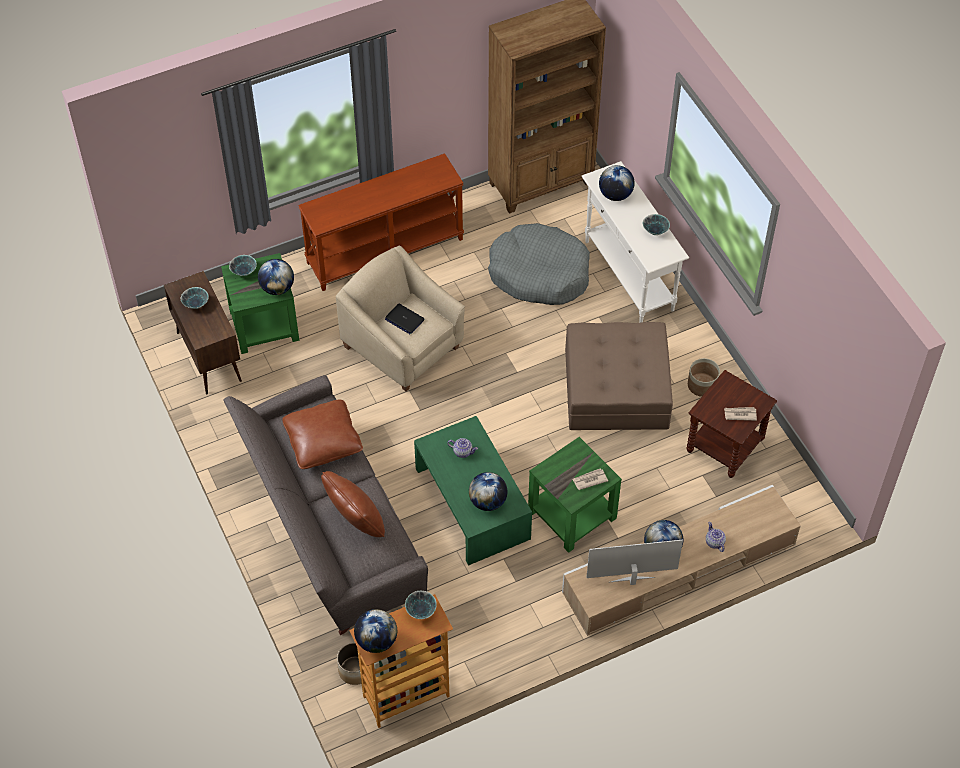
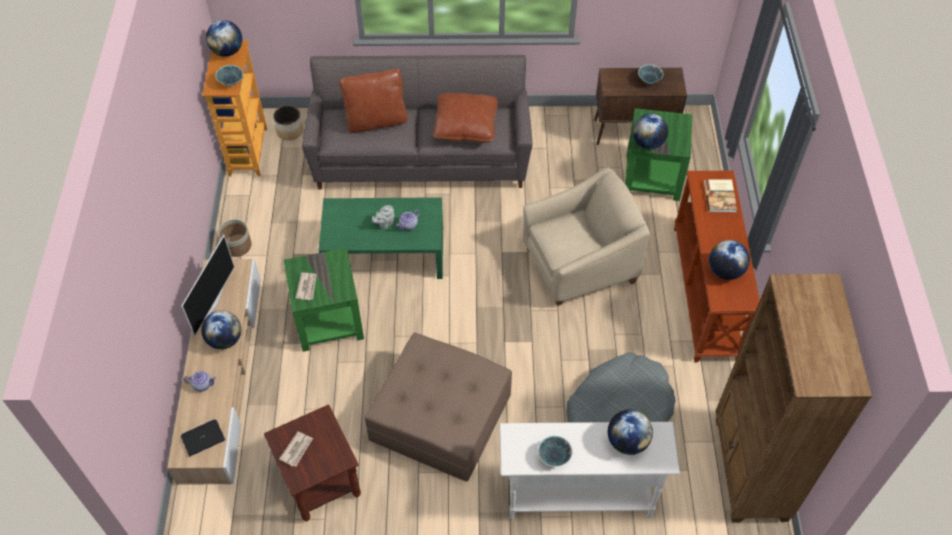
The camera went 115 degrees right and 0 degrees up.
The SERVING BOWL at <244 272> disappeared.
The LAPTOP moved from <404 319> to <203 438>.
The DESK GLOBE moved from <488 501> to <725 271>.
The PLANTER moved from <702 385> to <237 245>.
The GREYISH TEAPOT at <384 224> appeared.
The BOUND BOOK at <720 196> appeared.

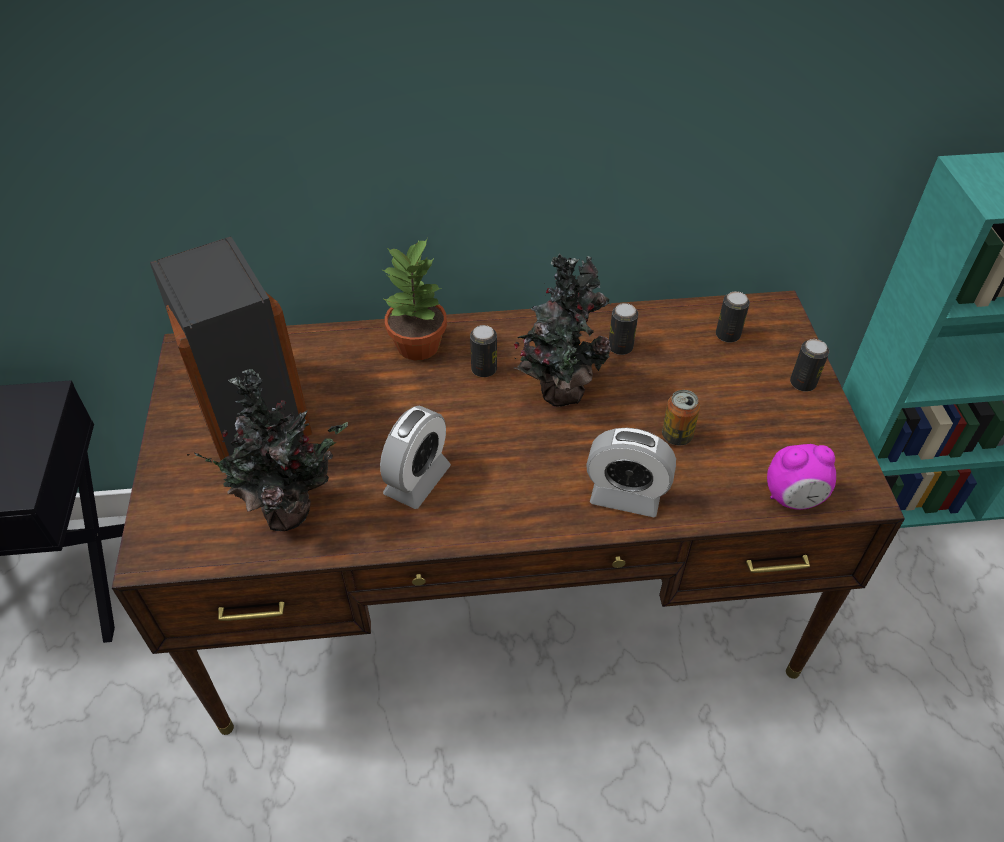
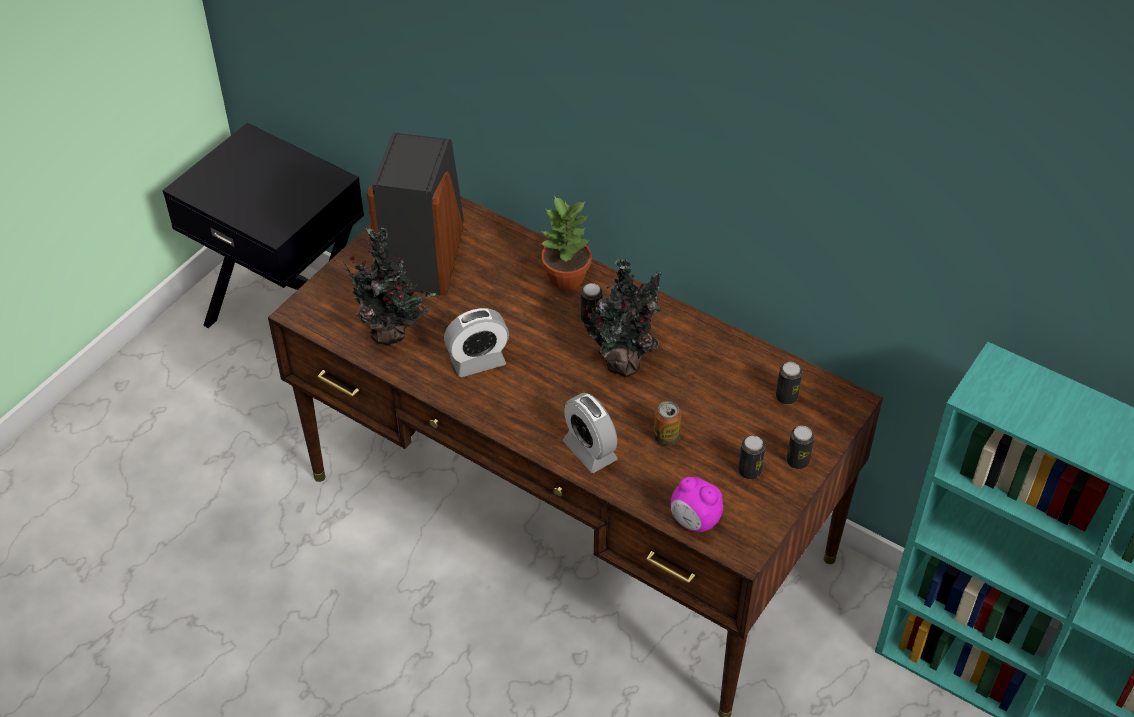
The camera went 40 degrees right and 0 degrees up.
The SEALED CAN moved from <620 347> to <749 471>.

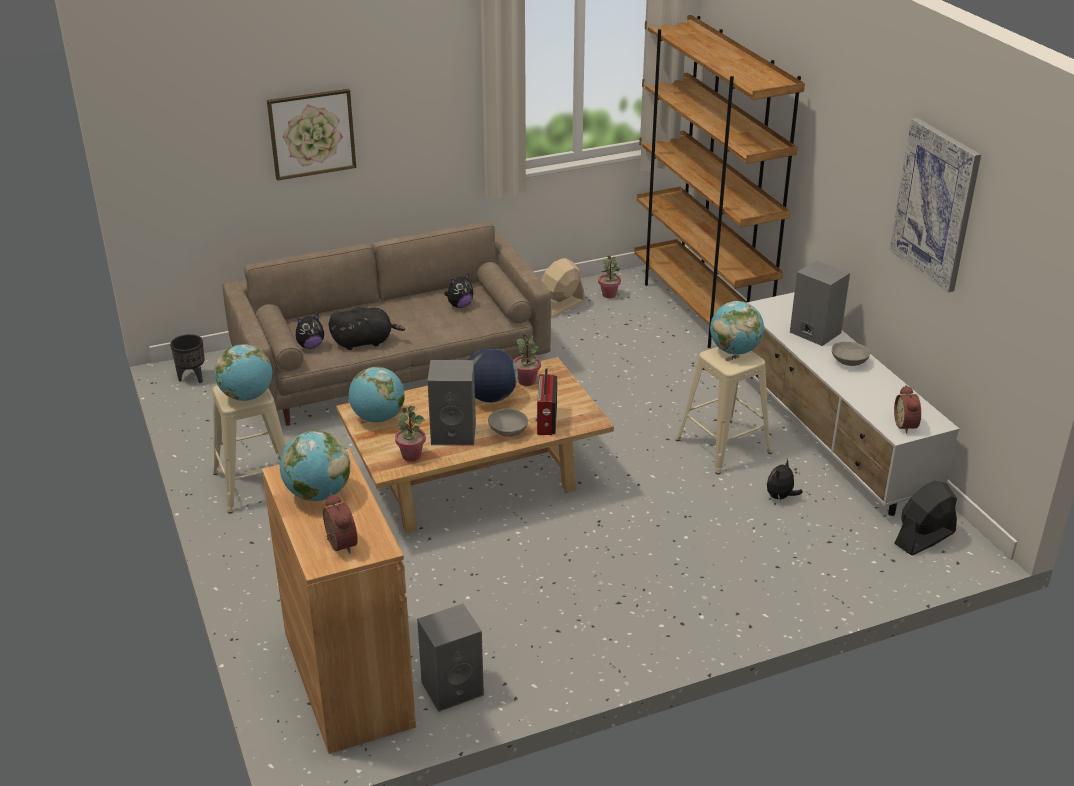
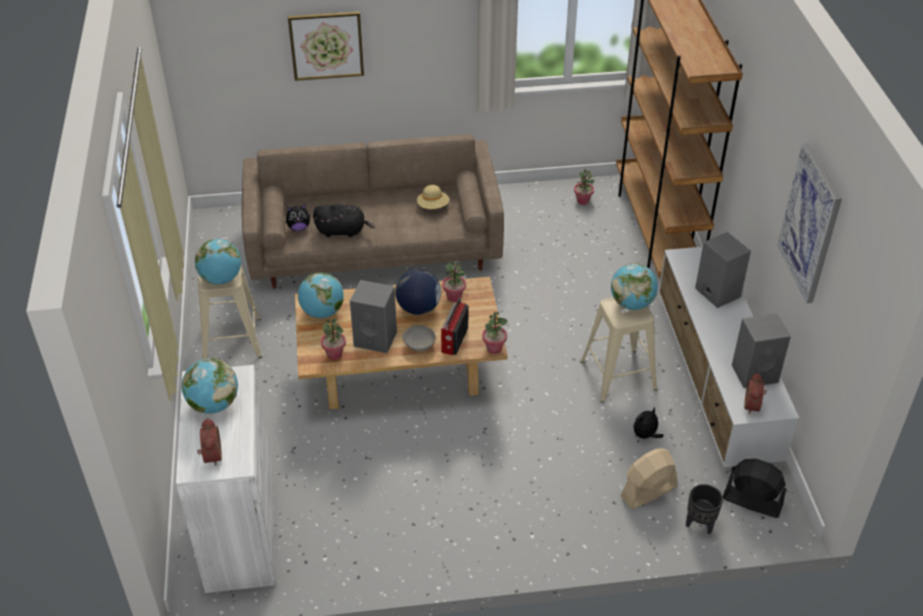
The camera went 15 degrees right and 10 degrees up.
The BLACKISH PLANTER moved from <192 377> to <700 524>.
The BROWN-COLOURED STORAGE CABINET at <348 679> became the WHITISH STORAGE CABINET at <240 532>.
The GREYISH AUDIO SPEAKER moved from <453 687> to <755 373>.
The SOFT TOY at <459 305> was replaced by the BEIGE CLOTHING HAT at <433 206>.
The BEIGE FAN moved from <561 306> to <648 491>.
The GREYISH SERVING BOWL at <848 362> disappeared.
The BLACKISH FAN at <924 538> turned 45 degrees clockwise.
The PLANT IN A POT at <494 348> appeared.

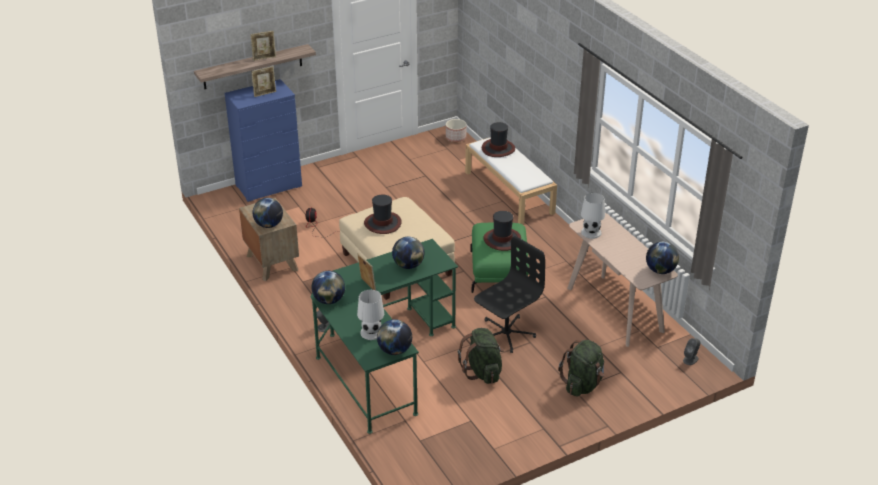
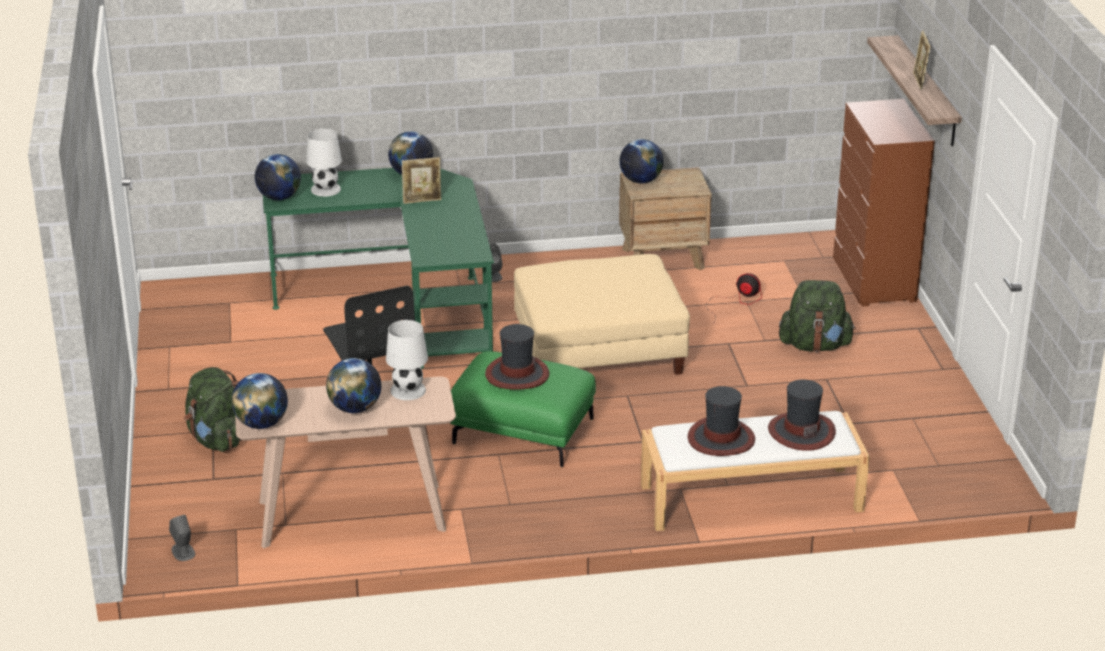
The camera went 110 degrees right and 5 degrees down.
The BLUE CHEST OF DRAWERS at <269 186> became the BROWN-COLOURED CHEST OF DRAWERS at <874 281>.
The PICTURE FRAME at <265 94> disappeared.
The CLOTHING HAT moved from <383 223> to <720 439>.
The DESK GLOBE moved from <408 265> to <355 408>.
The PLANTER at <456 138> disappeared.
The GREEN-COLOURED RUCKSACK moved from <483 372> to <815 345>.

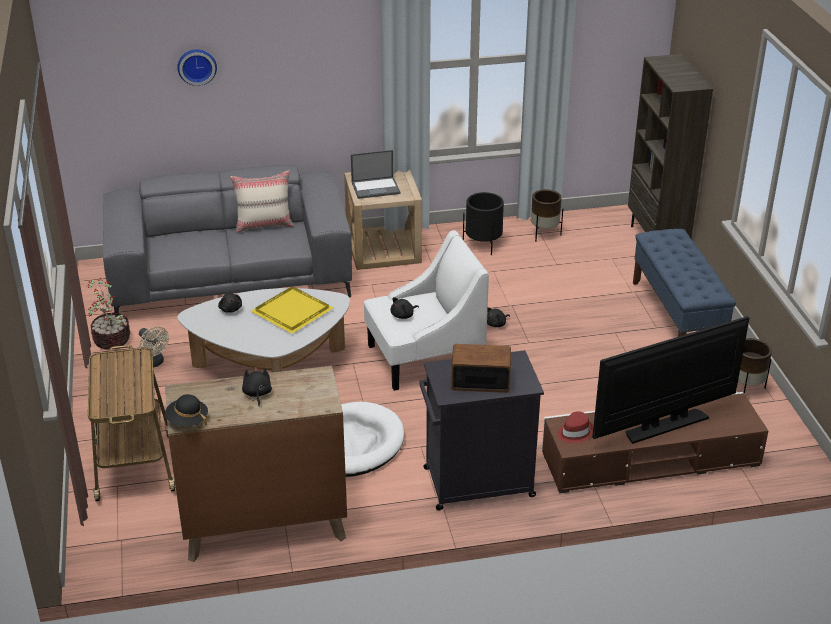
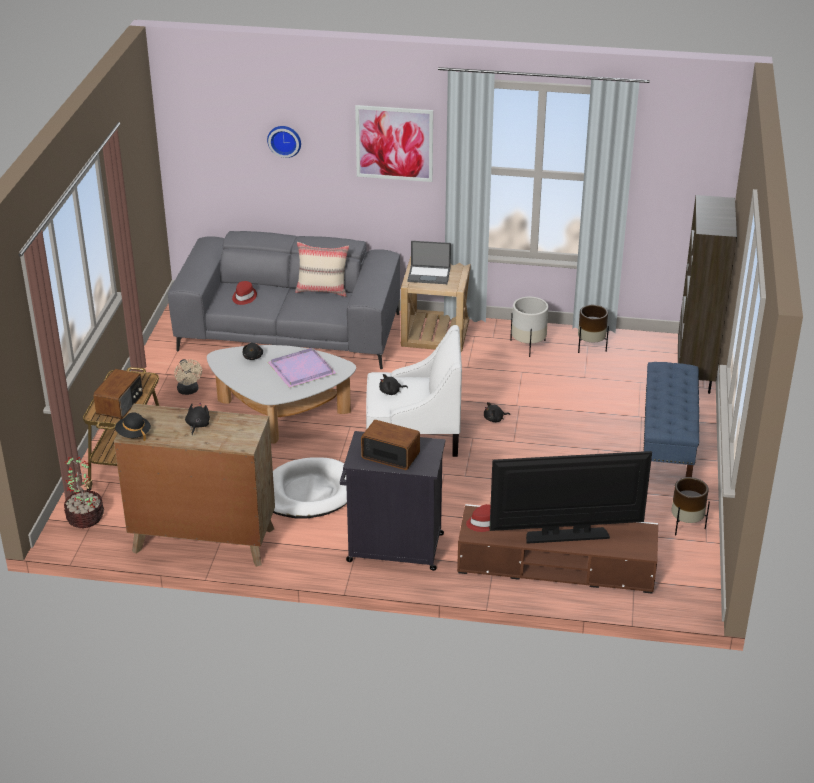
The camera went 20 degrees right and 0 degrees up.
The PLANT IN A POT moved from <111 339> to <84 517>.
The YELLOW-COLOURED CARRYING TRAY at <290 311> became the PURPLE-COLOURED CARRYING TRAY at <300 369>.
The BLACKISH PLANTER at <483 244> became the WHITISH PLANTER at <528 346>.
The RADIO RECEIVER at <120 404> appeared.
The RED-COLOURED CLOTHING HAT at <243 297> appeared.
The WALL ART at <394 143> appeared.

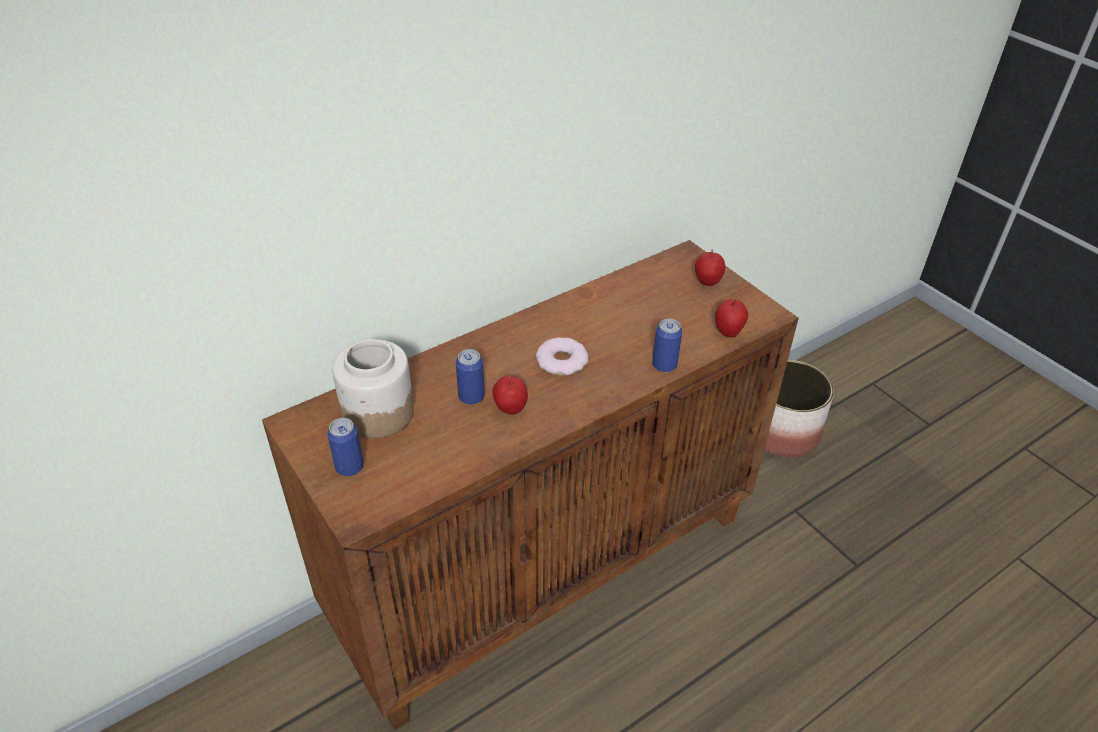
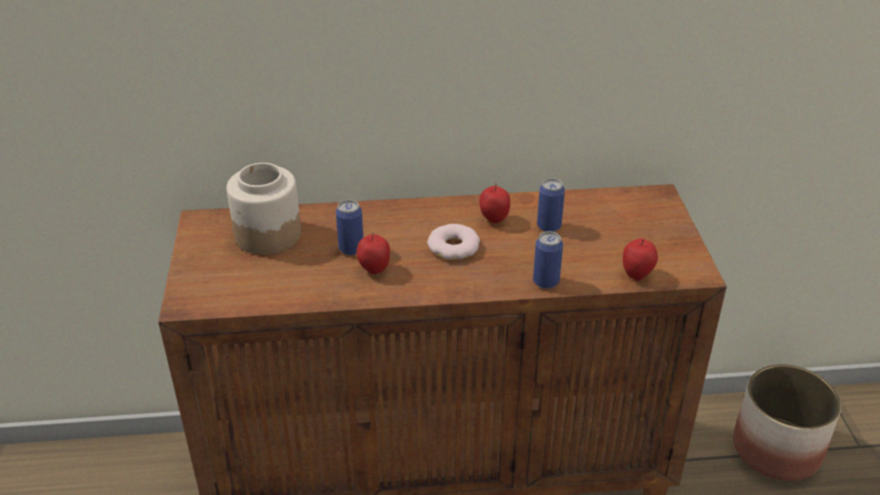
The camera went 30 degrees right and 5 degrees down.
The SEALED CAN moved from <349 467> to <549 226>.
The APPLE moved from <707 283> to <494 220>.

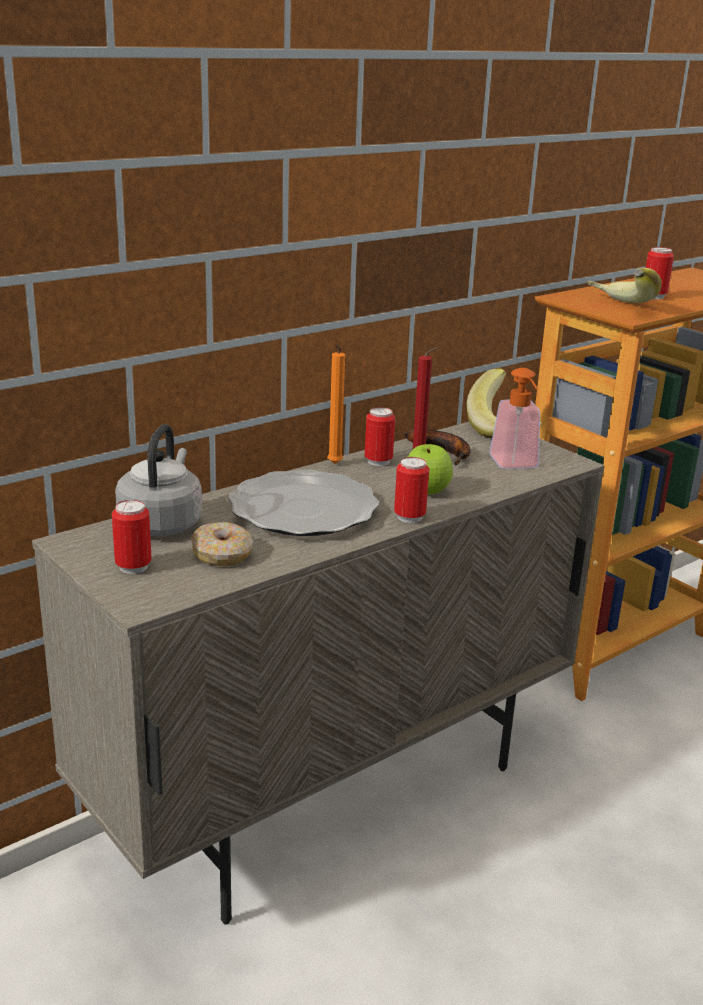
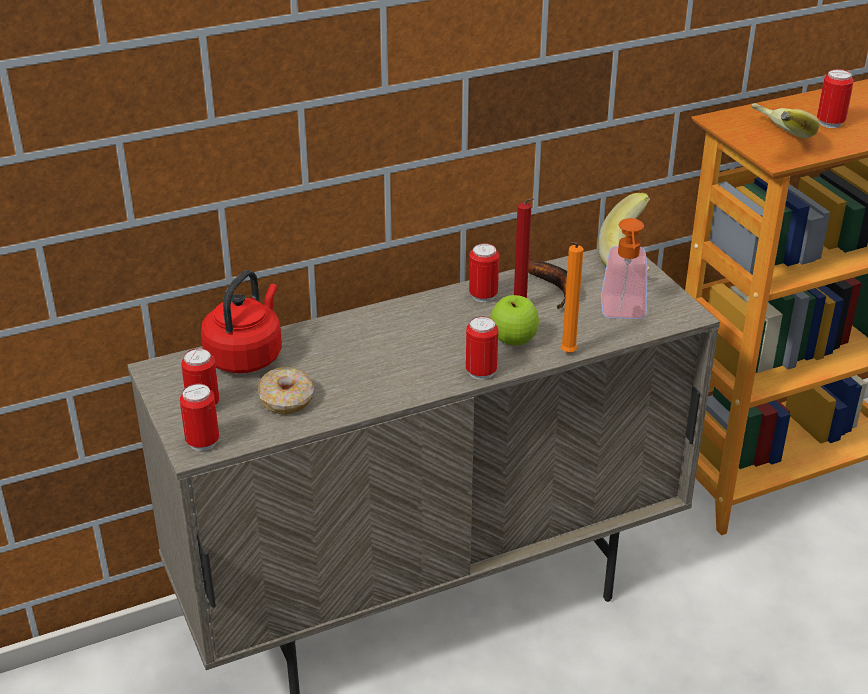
The camera went 15 degrees right and 10 degrees up.
The GREYISH TEA KETTLE at <162 523> became the RED-COLOURED TEA KETTLE at <246 356>.
The FLAT DISH at <304 509> disappeared.
The ORANGE-COLOURED WAX LIGHT moved from <334 465> to <567 354>.
The SEALED CAN at <202 442> appeared.

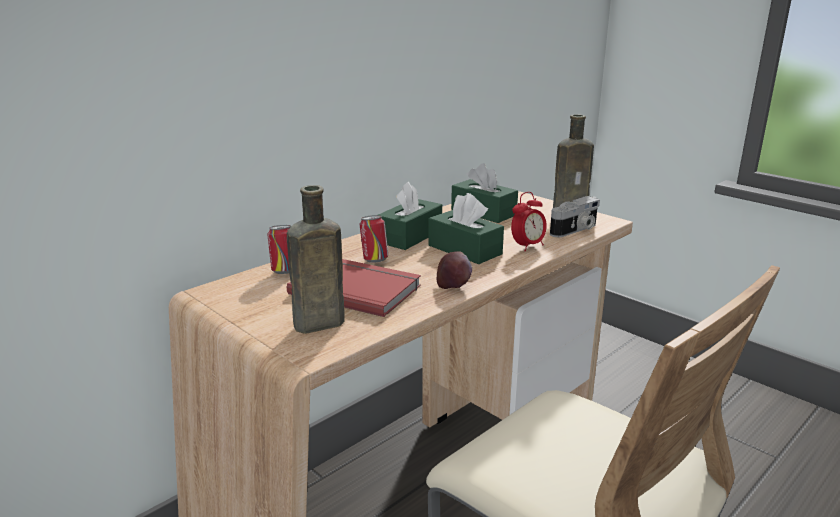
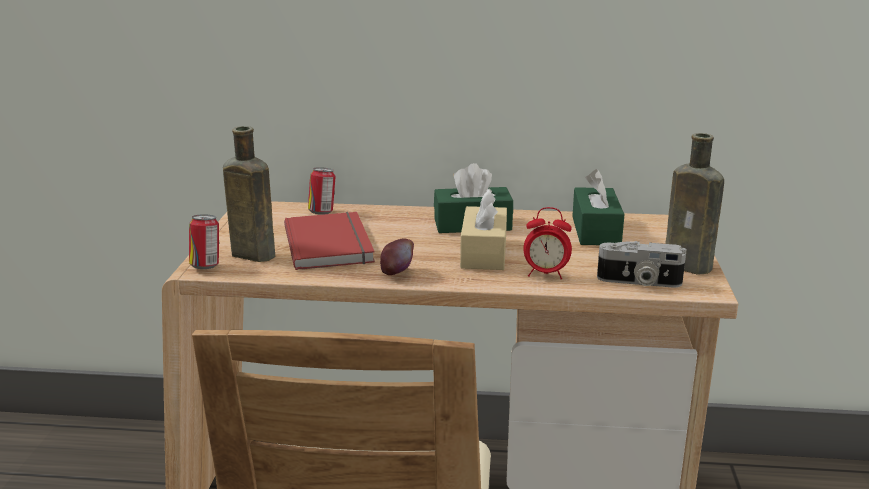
The camera went 50 degrees right and 0 degrees up.
The SEALED CAN moved from <374 260> to <206 266>.
The GREEN-COLOURED TISSUE HOLDER at <464 250> became the BEIGE TISSUE HOLDER at <484 253>.

